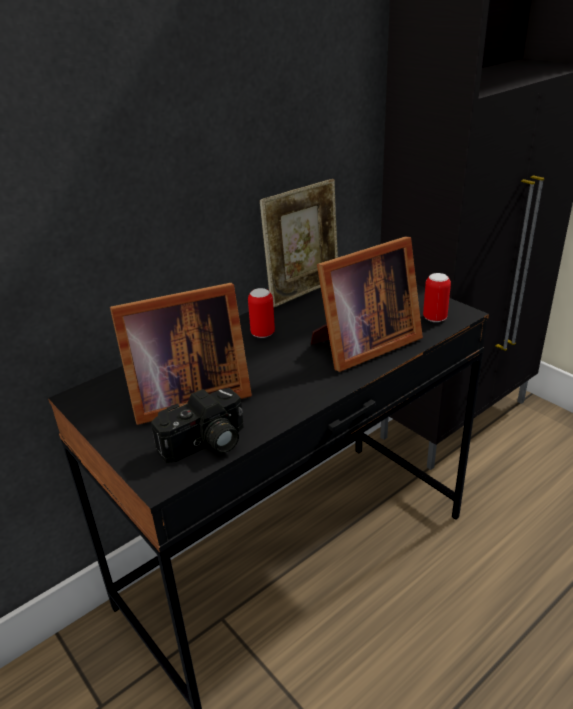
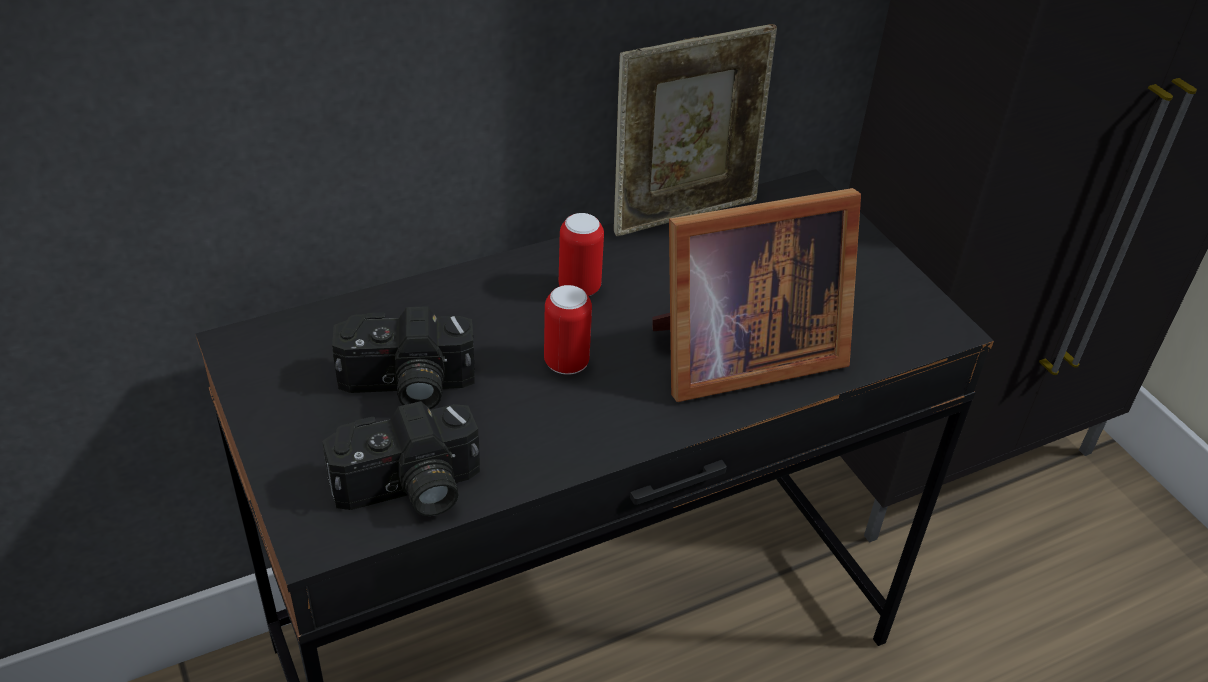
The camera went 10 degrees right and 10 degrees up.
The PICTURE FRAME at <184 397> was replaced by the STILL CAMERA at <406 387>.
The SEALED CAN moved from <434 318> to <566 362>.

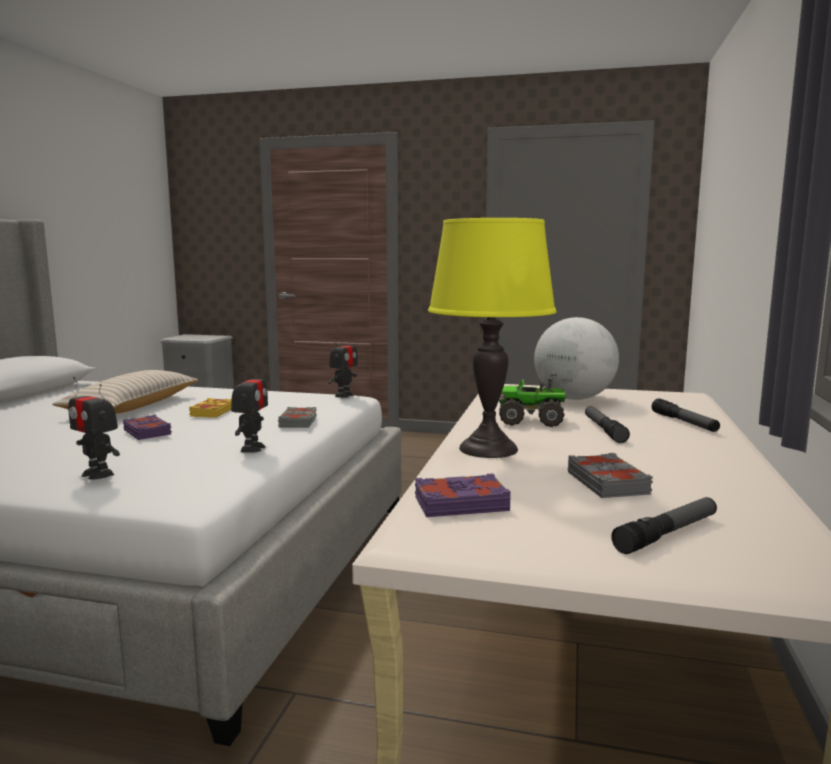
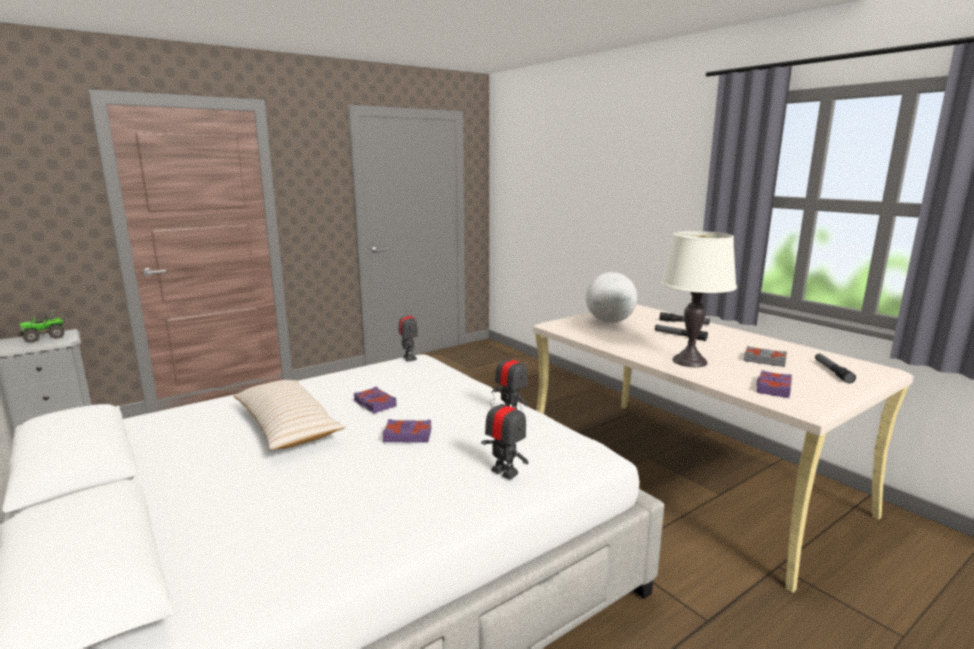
The camera went 50 degrees left and 5 degrees up.
The TOY ROBOT at <98 474> turned 120 degrees counterclockwise.
The YELLOW-COLOURED BOUND BOOK at <211 412> became the PURPLE-COLOURED BOUND BOOK at <374 404>.
The GREYISH BOUND BOOK at <298 422> disappeared.
The YELLOW-COLOURED TABLE LAMP at <488 449> became the WHITISH TABLE LAMP at <690 361>.
The TOY LORRY moved from <531 420> to <45 337>.

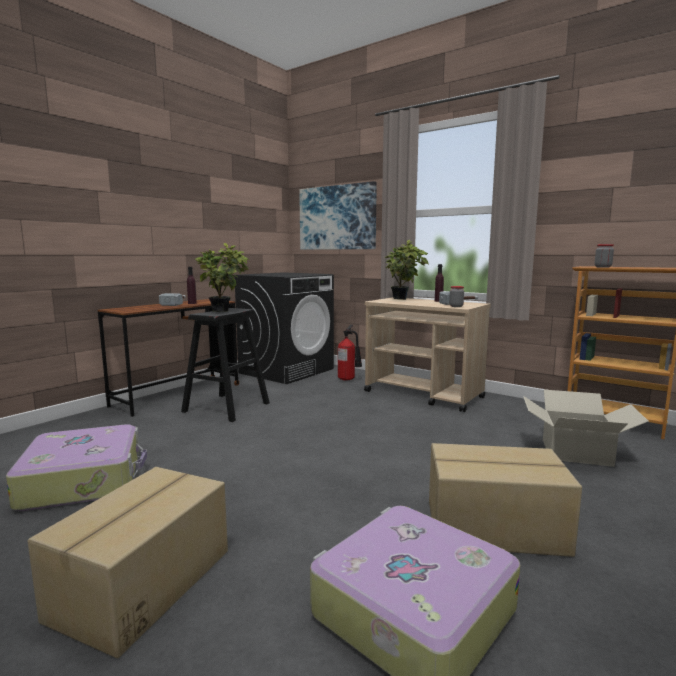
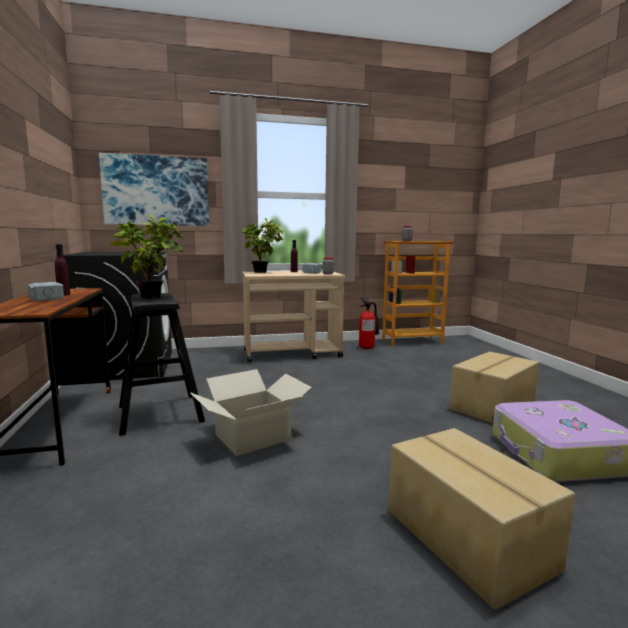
The camera went 50 degrees left and 0 degrees up.
The SUITCASE at <84 480> disappeared.
The FIRE-FIGHTING CYLINDER moved from <349 379> to <368 347>.
The PACKING BOX moved from <576 453> to <253 437>.

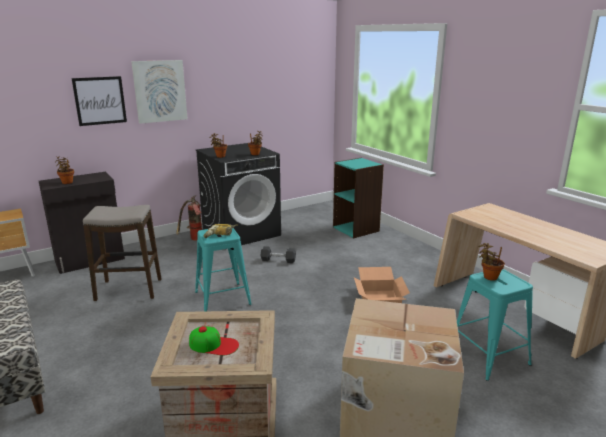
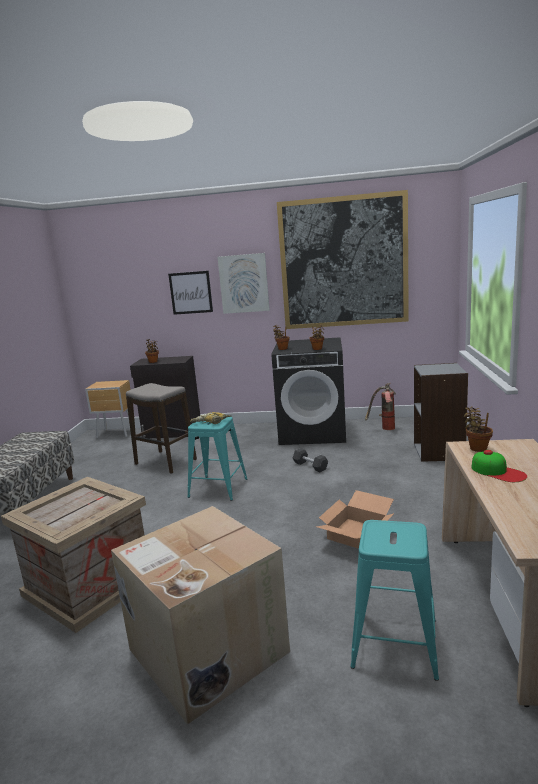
The camera went 40 degrees right and 5 degrees down.
The FIRE-FIGHTING CYLINDER moved from <193 239> to <384 429>.
The PEAKED CAP moved from <214 345> to <498 472>.
The TURQUOISE-COLOURED BOOKCASE at <356 229> became the GREYISH BOOKCASE at <439 452>.
The PLANT IN A POT moved from <488 277> to <477 448>.
The WALL ART at <343 262> appeared.

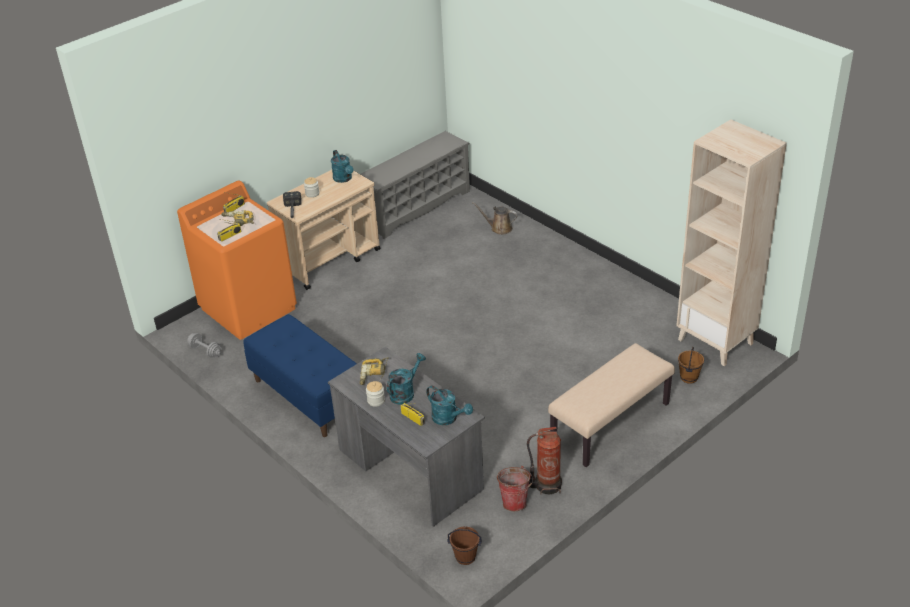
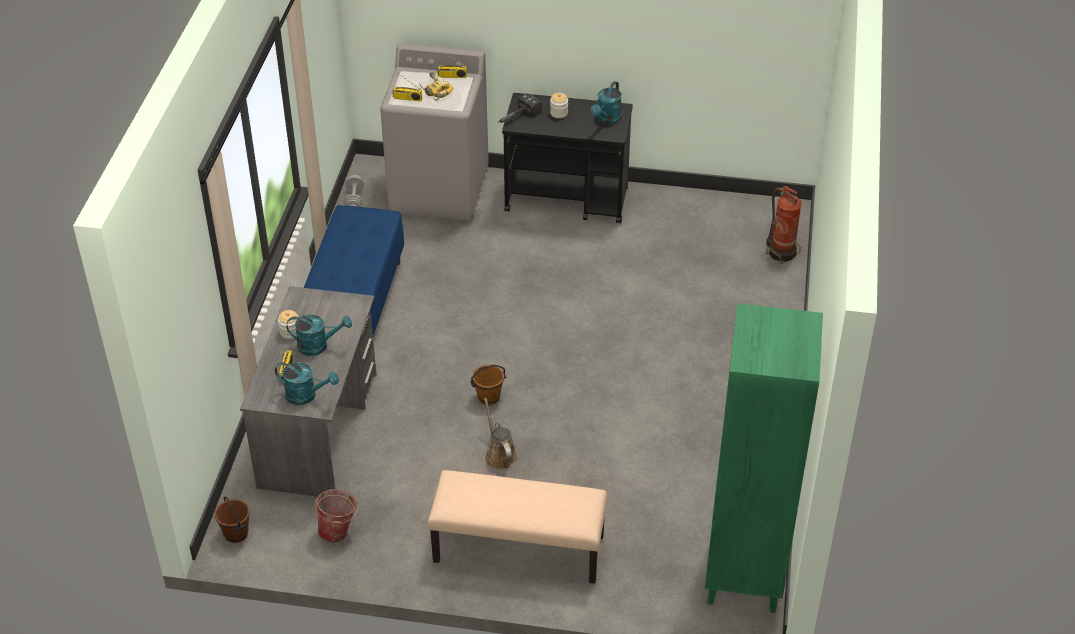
The camera went 50 degrees right and 5 degrees up.
The ORANGE-COLOURED LAUNDRY MACHINE at <249 308> became the GREYISH LAUNDRY MACHINE at <439 190>.
The BEIGE WHEELED CART at <330 260> became the BLACKISH WHEELED CART at <567 199>.
The DRILL at <374 374> disappeared.
The GREYISH SHOE STAND at <416 207> disappeared.
The TURQUOISE-COLOURED SPRINKLING CAN at <448 418> turned 75 degrees counterclockwise.
The BROWN-COLOURED SPRINKLING CAN moved from <499 228> to <499 454>.
The FIRE-FIGHTING CYLINDER moved from <546 484> to <781 252>.
The BEIGE BOOKCASE at <716 341> became the GREEN-COLOURED BOOKCASE at <744 576>.
The BROWN-COLOURED BUCKET moved from <689 378> to <488 398>.

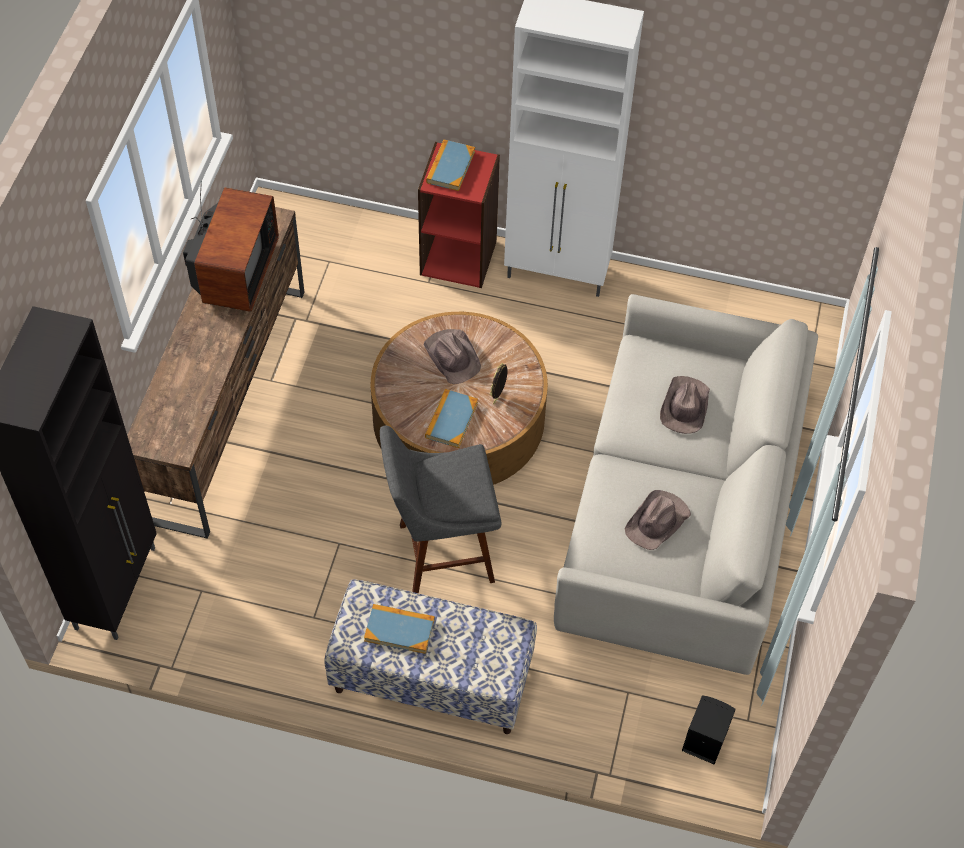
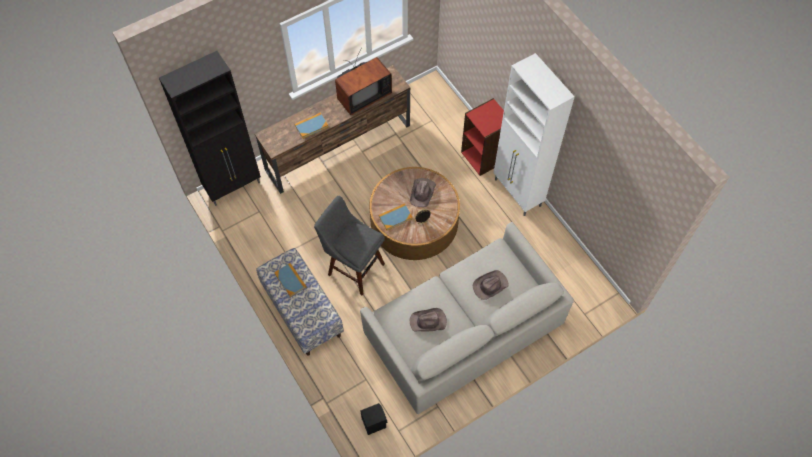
The camera went 45 degrees right and 5 degrees up.
The BOUND BOOK moved from <450 167> to <311 126>.

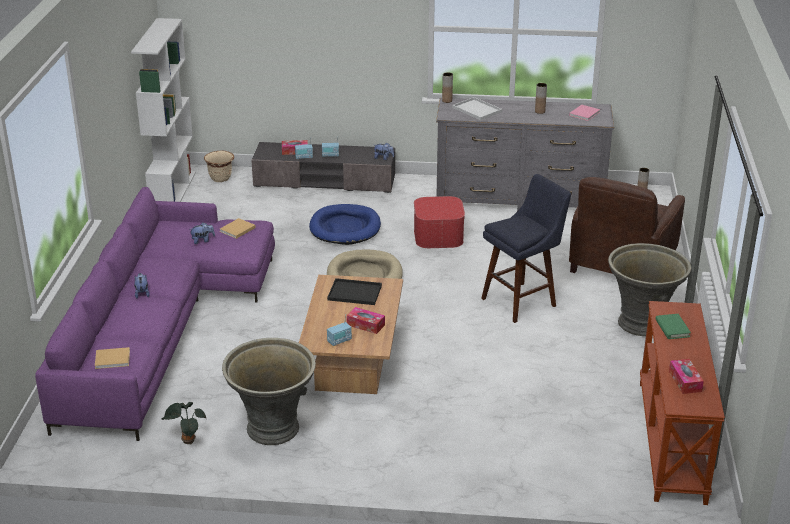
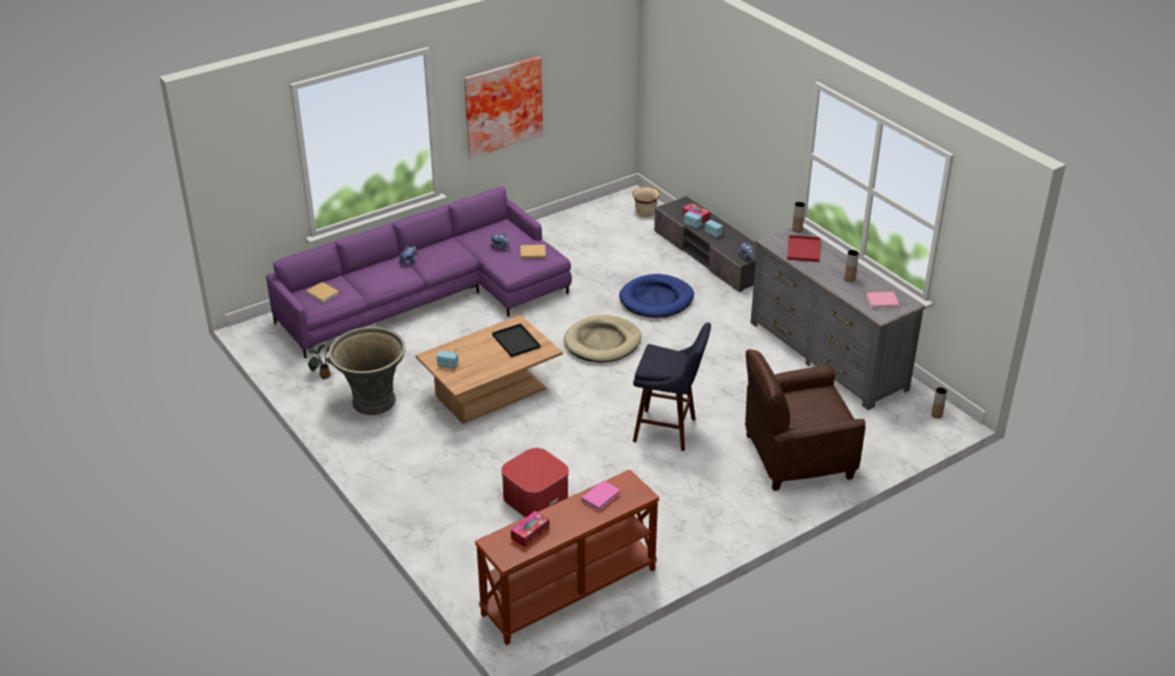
The camera went 50 degrees right and 5 degrees up.
The WHITISH BOOKCASE at <173 191> disappeared.
The TISSUE HOLDER at <365 325> disappeared.
The FOOTREST moved from <438 236> to <535 497>.
The WHITISH CARRYING TRAY at <476 109> became the RED-COLOURED CARRYING TRAY at <803 249>.
The GREYISH PLANTER at <642 323> disappeared.
The GREEN-COLOURED BOUND BOOK at <672 328> became the PINKISH BOUND BOOK at <600 497>.
The WALL ART at <502 105> appeared.

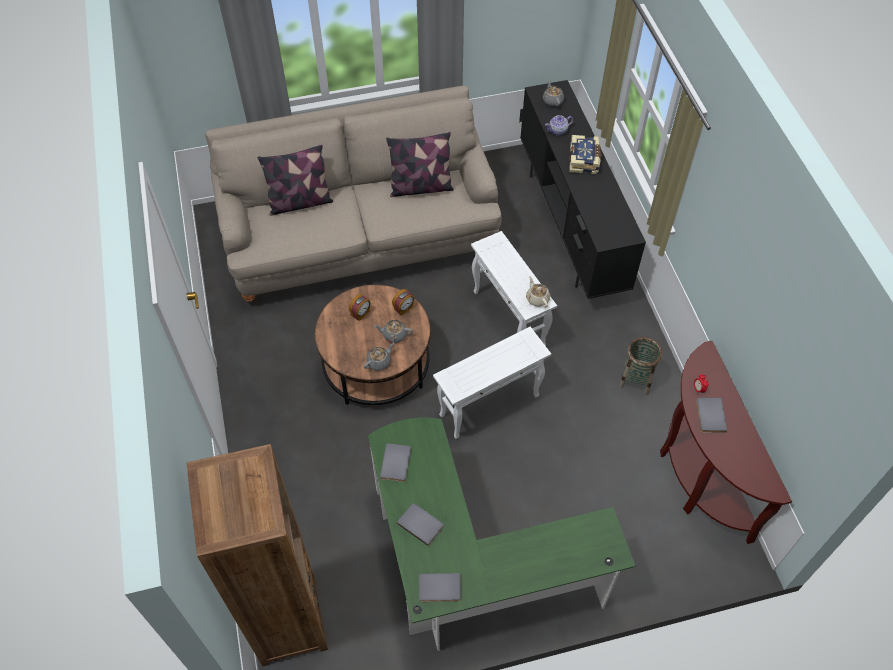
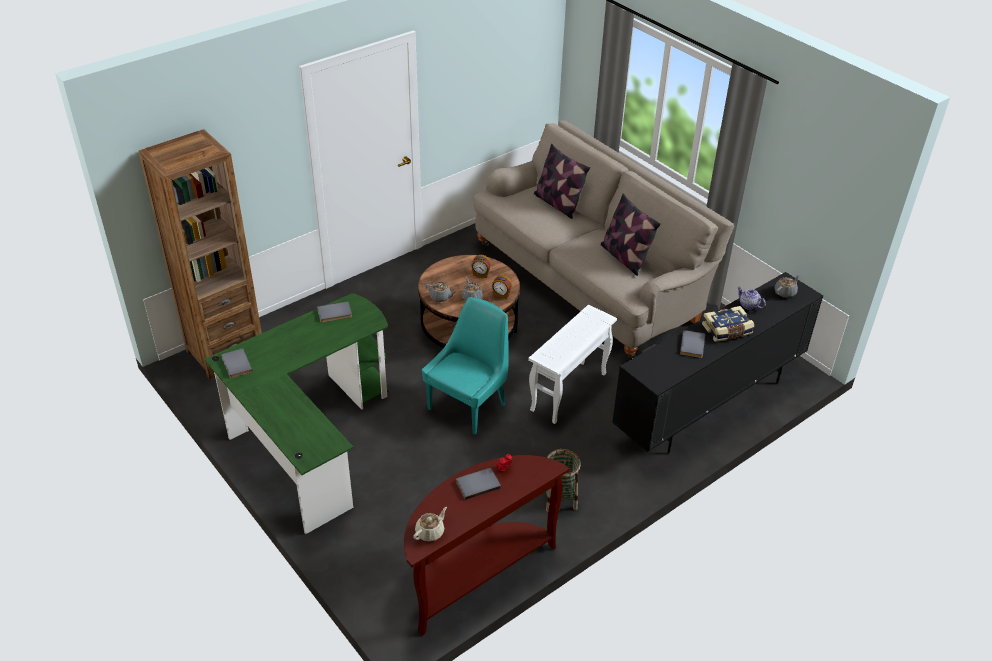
The camera went 65 degrees right and 15 degrees down.
The GREYISH BOUND BOOK moved from <421 524> to <693 345>.
The WHITISH ACCENT TABLE at <489 405> was replaced by the TURQUOISE-COLOURED PLAIN CHAIR at <469 405>.
The BEIGE TEAPOT moved from <537 298> to <430 532>.

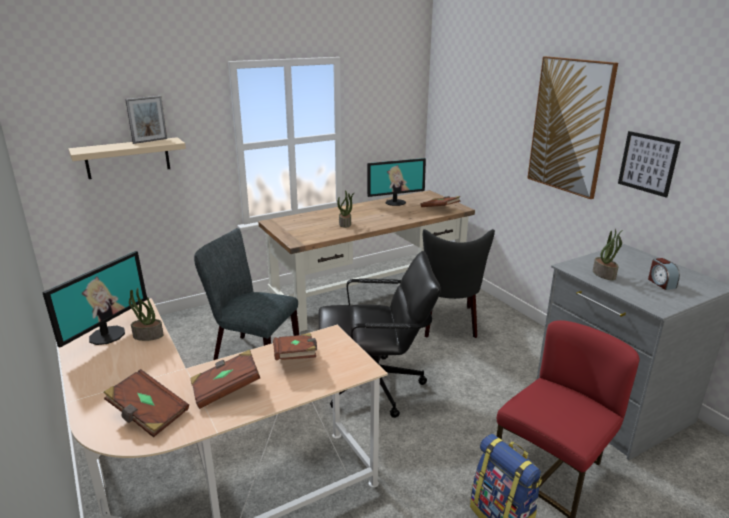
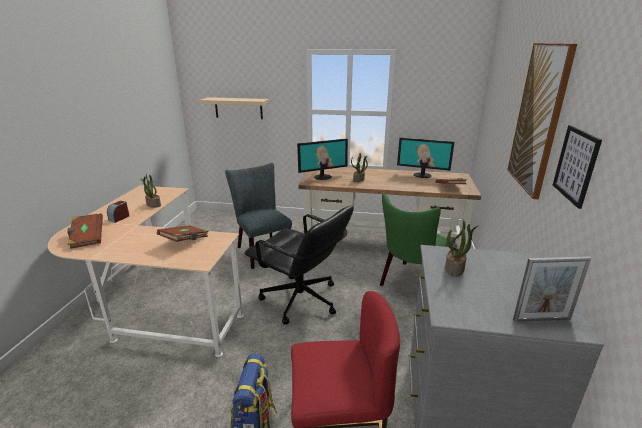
The camera went 40 degrees right and 0 degrees up.
The MONITOR moved from <106 335> to <322 177>.
The PICTURE FRAME moved from <150 141> to <541 319>.
The BROWN-COLOURED BOUND BOOK at <226 389> disappeared.
The BLACKISH PLAIN CHAIR at <448 324> became the GREEN-COLOURED PLAIN CHAIR at <410 283>.
The BEDSIDE CLOCK moved from <661 283> to <119 218>.

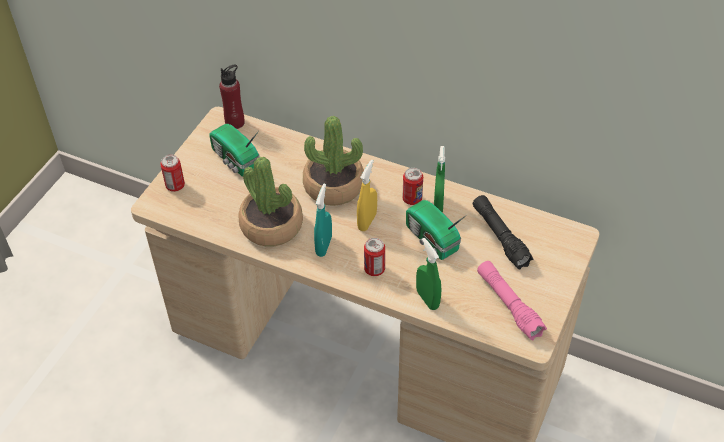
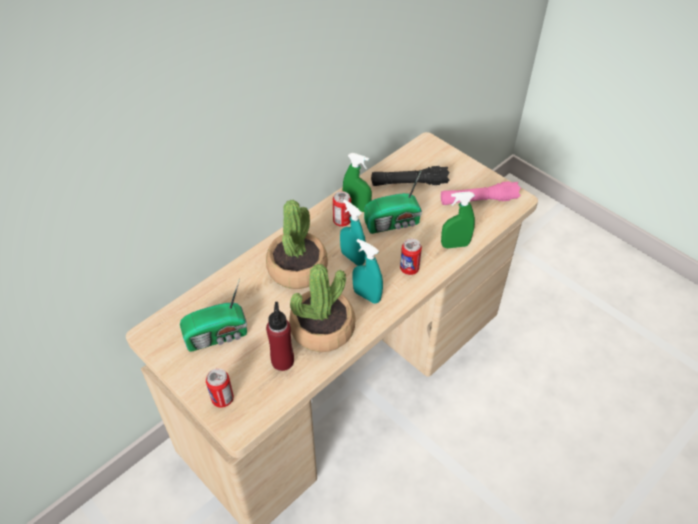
The camera went 70 degrees left and 0 degrees up.
The RED-COLOURED BOTTLE moved from <235 122> to <282 361>.
The YELLOW-COLOURED SPRAY BOTTLE at <367 221> became the TURQUOISE-COLOURED SPRAY BOTTLE at <352 258>.

